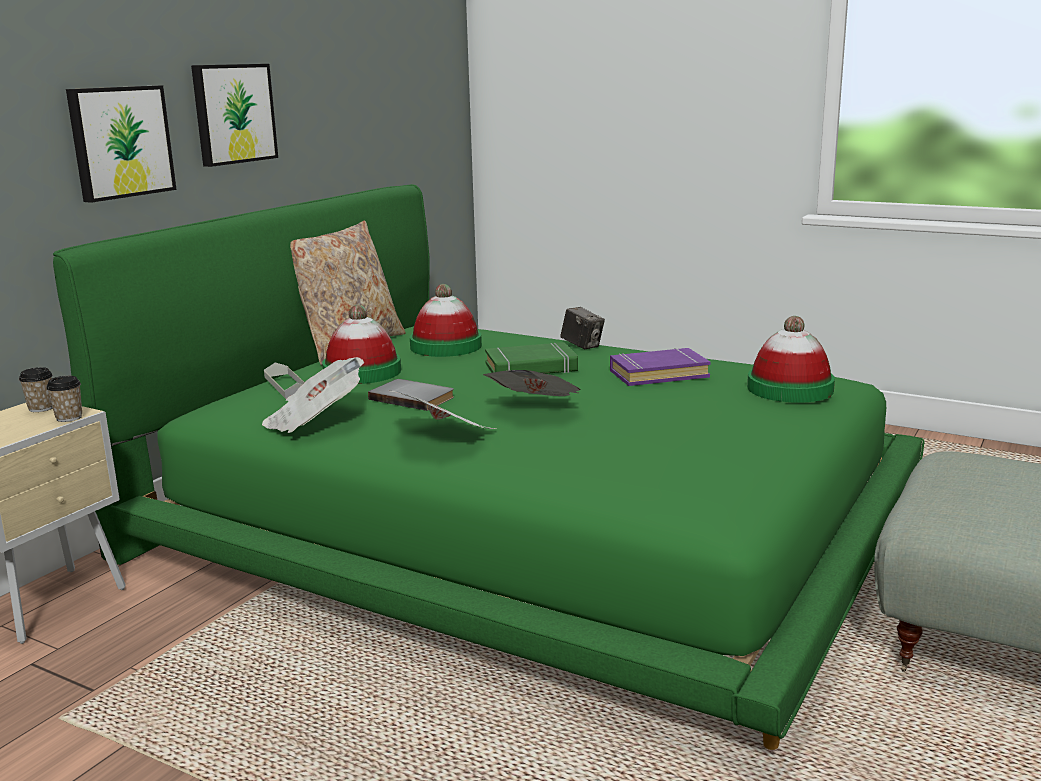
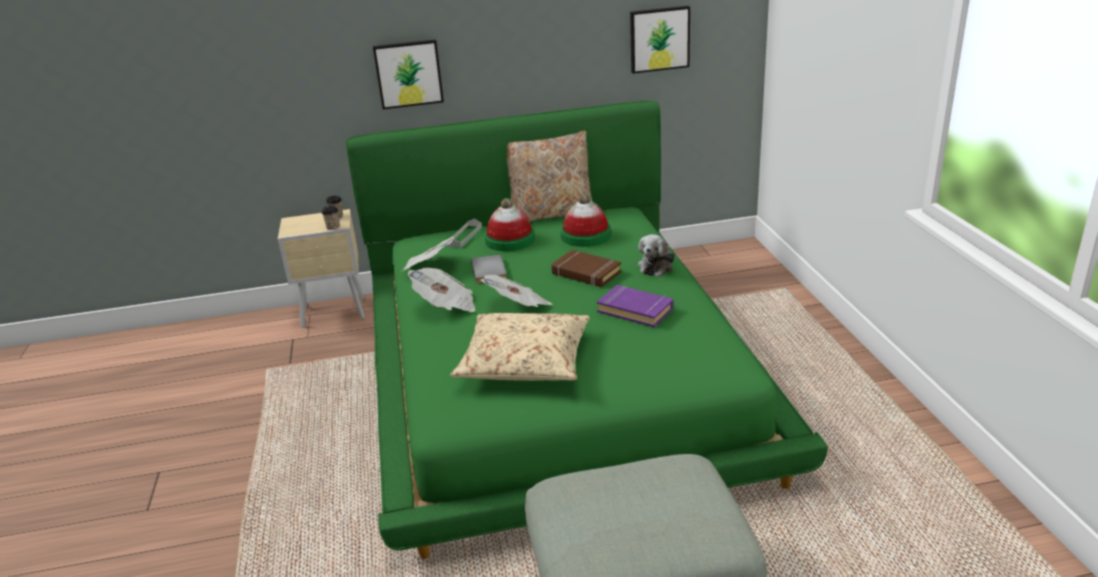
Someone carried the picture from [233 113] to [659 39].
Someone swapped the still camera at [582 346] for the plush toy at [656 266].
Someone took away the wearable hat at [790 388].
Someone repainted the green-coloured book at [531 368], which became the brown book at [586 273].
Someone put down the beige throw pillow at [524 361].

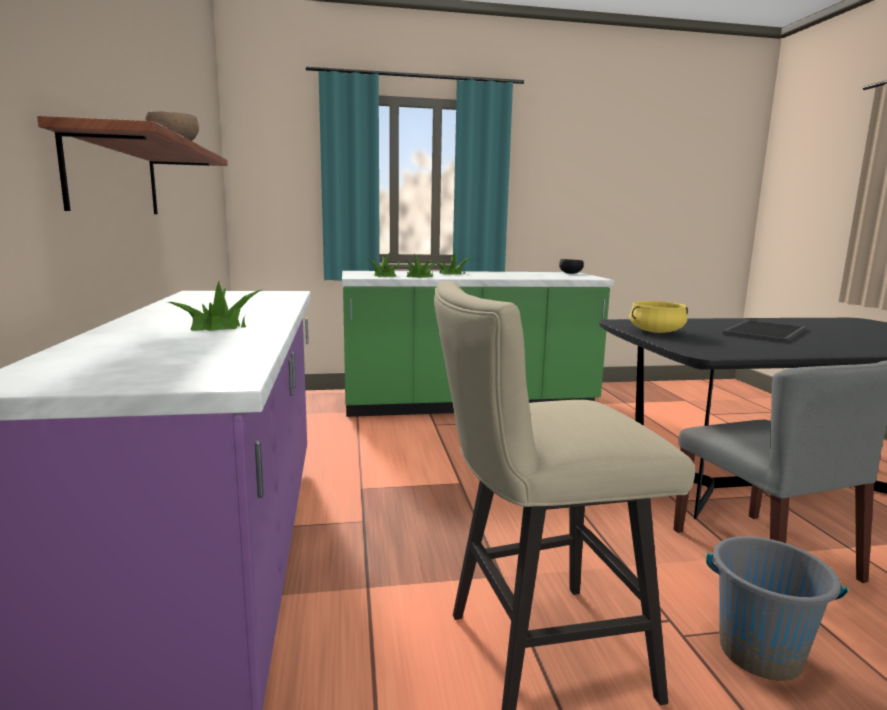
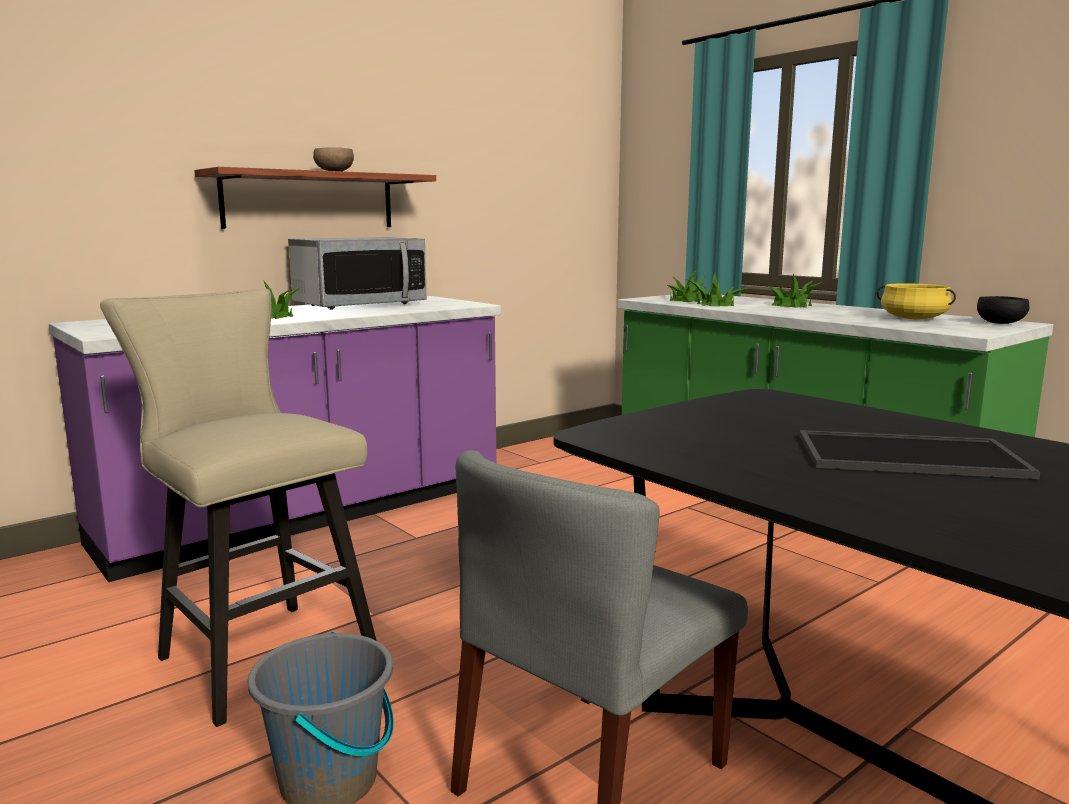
Someone carried the yellowish stockpot from [656 332] to [913 319].
Someone put down the microwave oven at [360 304].

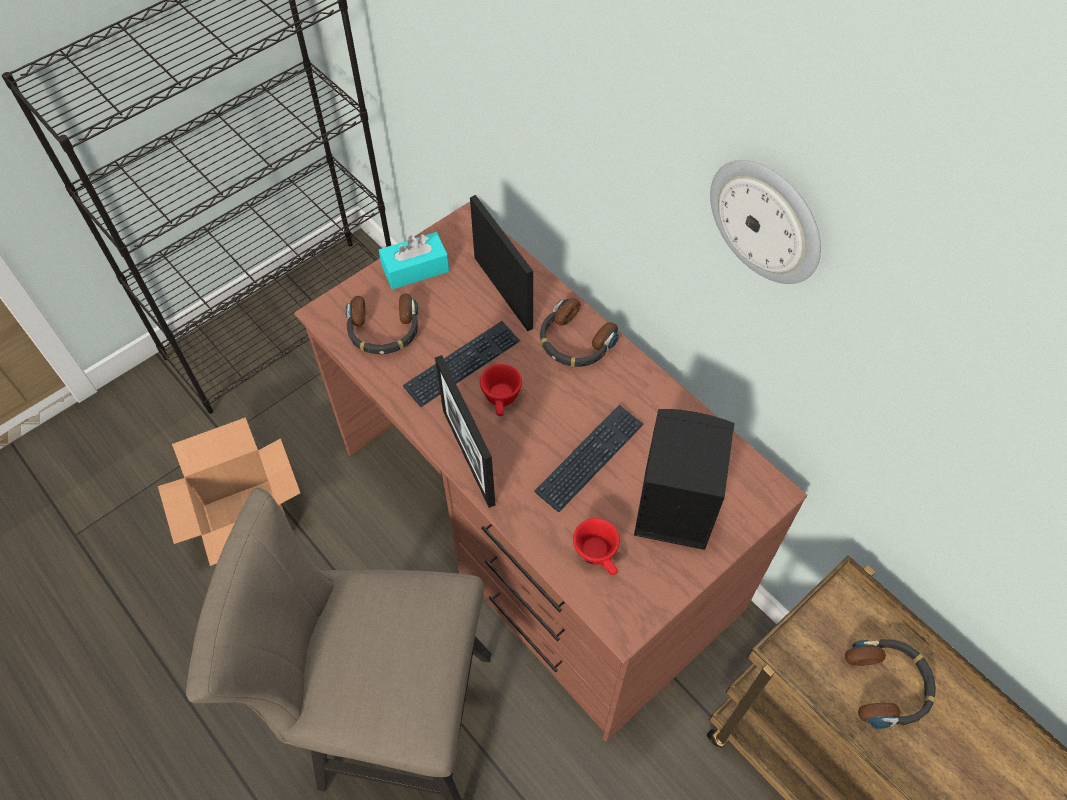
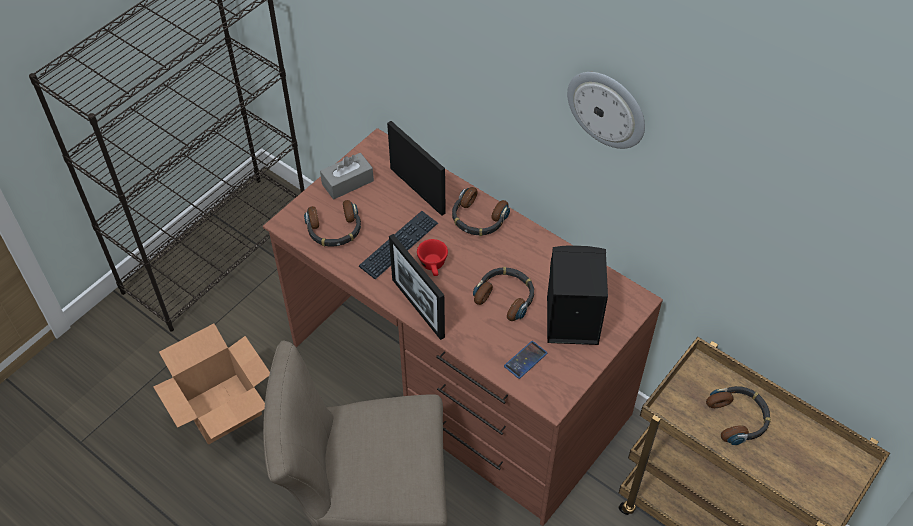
Someone repainted the blue-green tissue box at [415 269], which became the gray tissue box at [347 182].
Someone swapped the keyboard at [590 458] for the headphones at [506 296].
Someone swapped the red cup at [599 556] for the handset at [525 360].

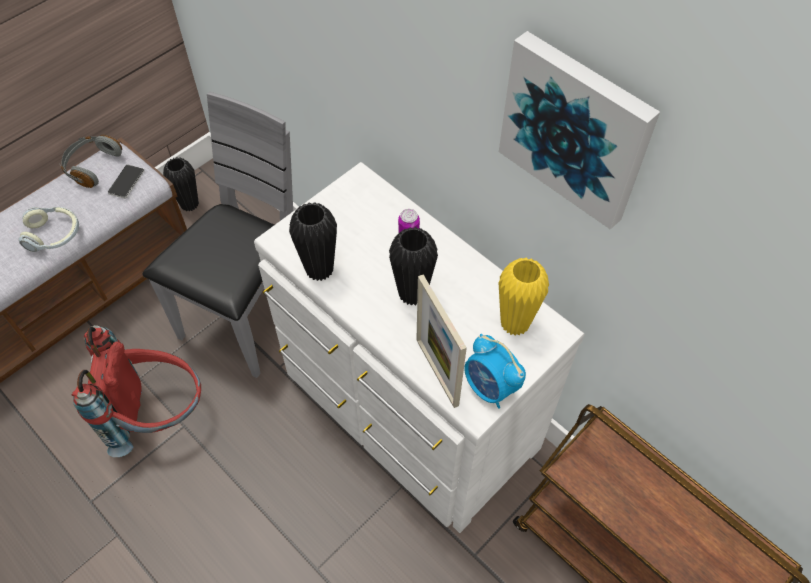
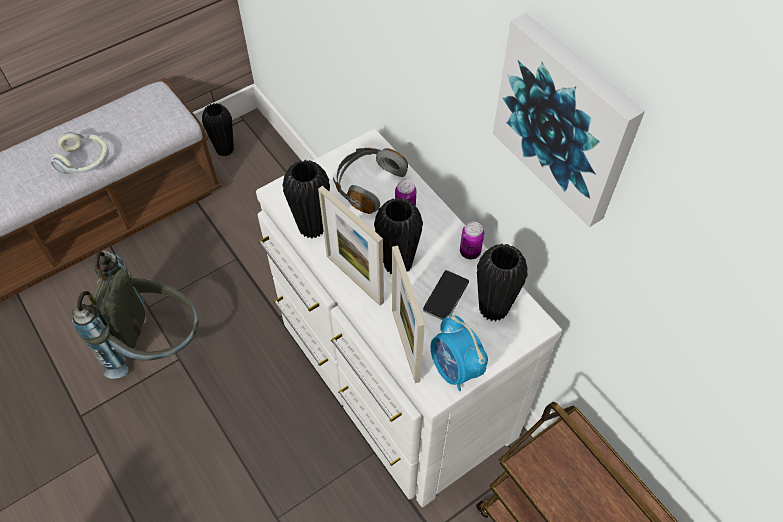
Someone took away the gray plain chair at [249 314].
Someone carried the gray headphones from [91 166] to [367 184].
Someone carried the handset from [126 182] to [446 296].
Someone repainted the yellowish vase at [515 323], which became the black-coloured vase at [493 309].
Someone repainted the red knapsack at [158 415], which became the gray knapsack at [157 345].
Someone put down the picture frame at [354 279].
Someone put down the sealed can at [470 252].

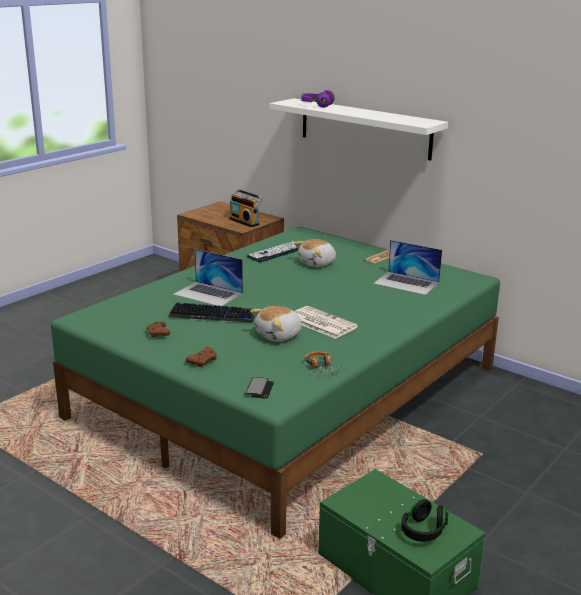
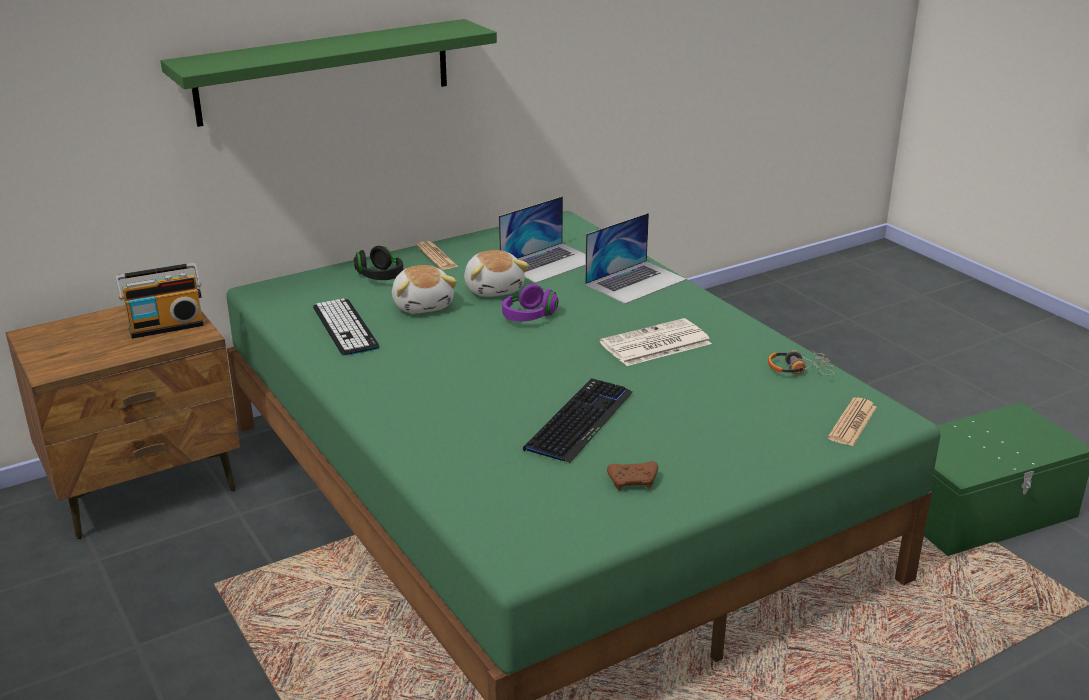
Someone carried the purple headphones from [317 105] to [529 317].
Someone repainted the white-coloured bracket shelf at [365 128], which became the green-coloured bracket shelf at [324 71].
Someone carried the laptop from [208 294] to [636 281].
Someone carried the plush toy from [279 335] to [494 289].
Someone took away the brown gamepad at [203 361].
Someone swapped the handset at [259 389] for the newspaper at [852 423].
Someone carried the black-coloured headphones from [423 531] to [379 276].

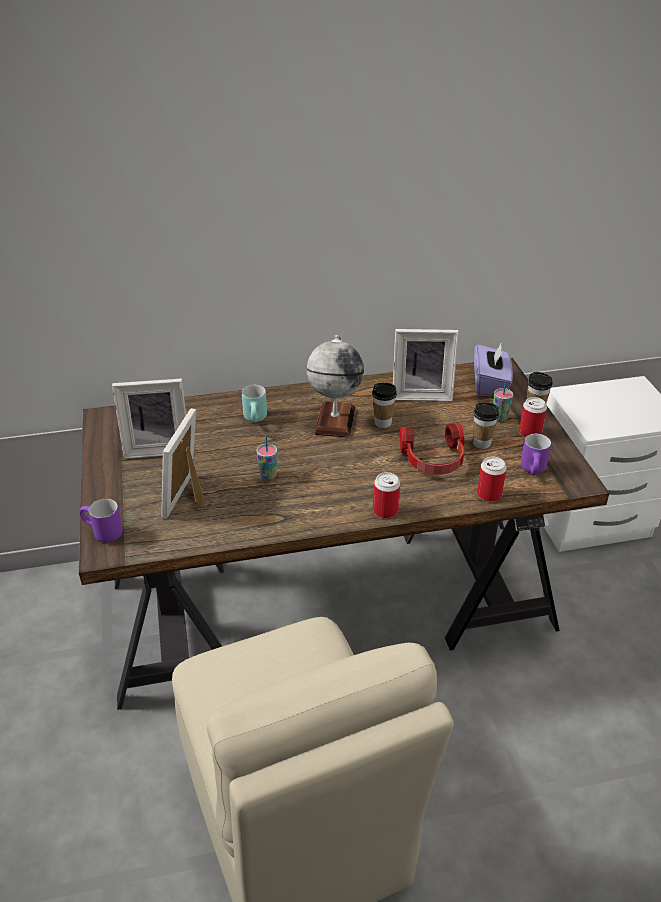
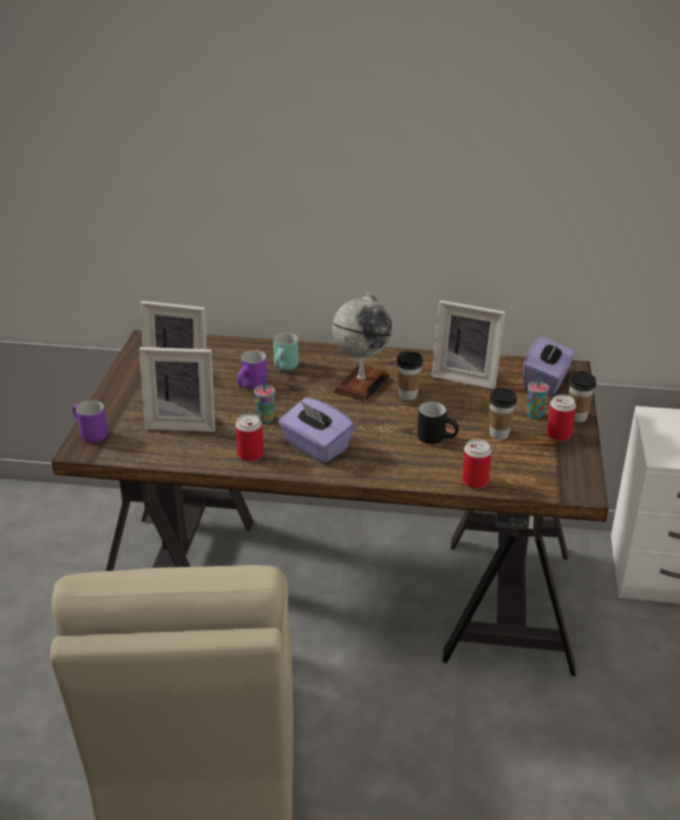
Someone rotated the picture frame at [190 497] by 120 degrees counterclockwise.
Someone swapped the headphones at [433 460] for the black-coloured mug at [437 438].
Someone carried the purple mug from [534 471] to [252 387].
Someone carried the sealed can from [385 511] to [250 455].
Someone put down the purple tissue box at [315 447].

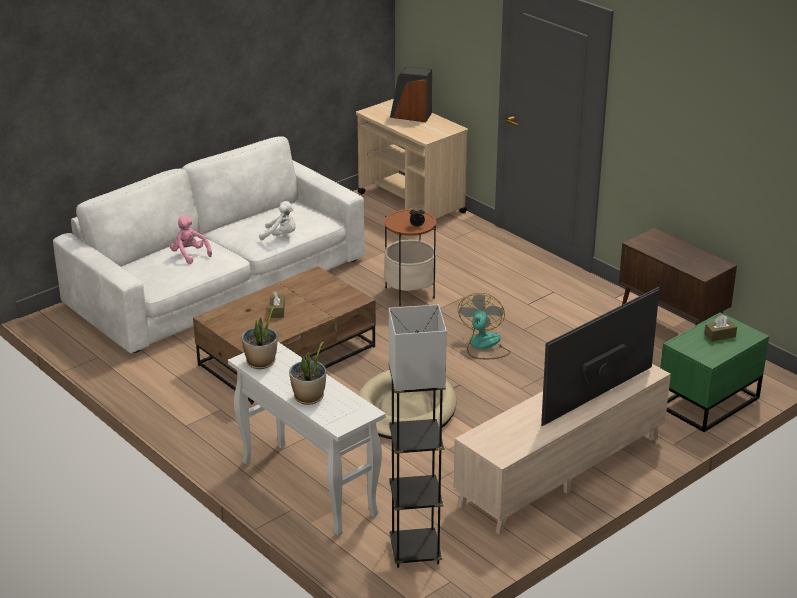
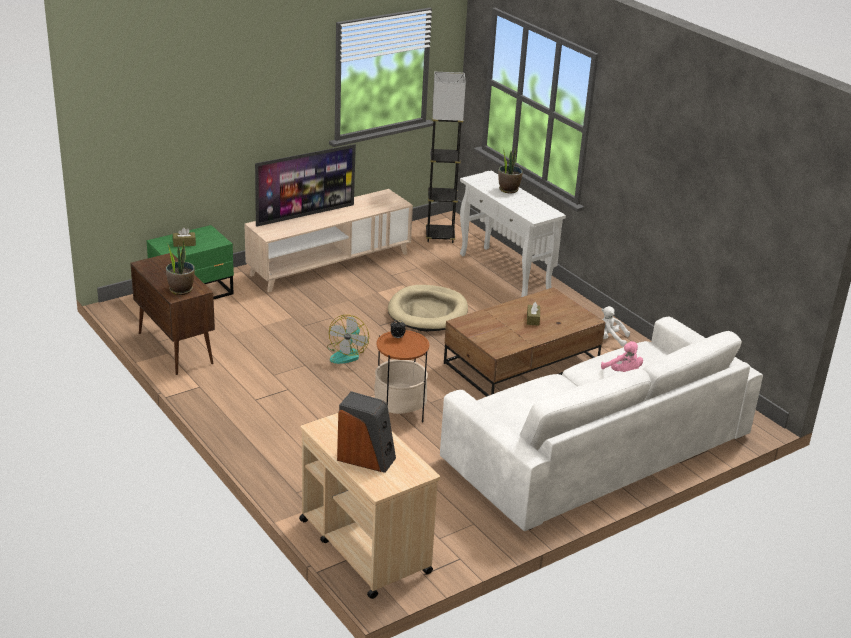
Someone carried the white-coloured plush toy from [281 236] to [610 339].
Someone carried the houseplant from [261 363] to [181 289].

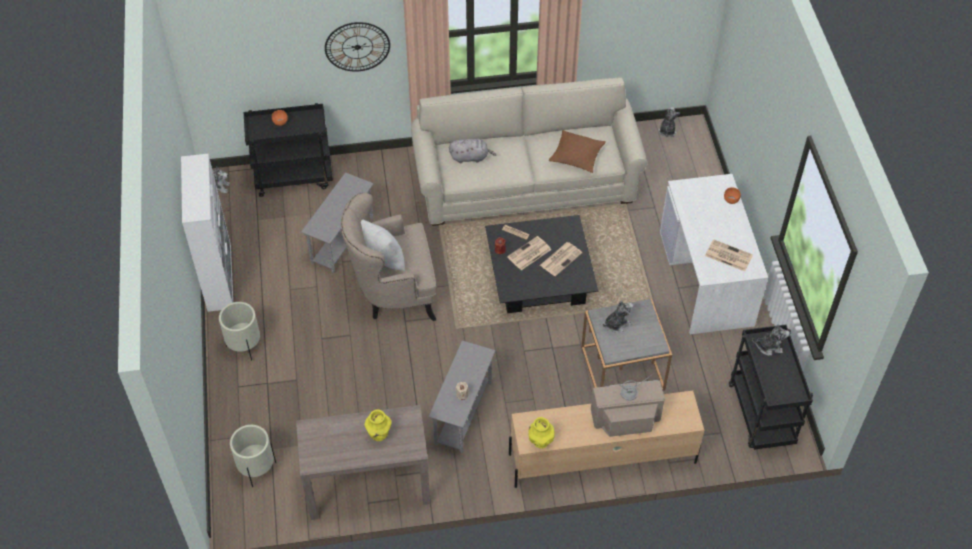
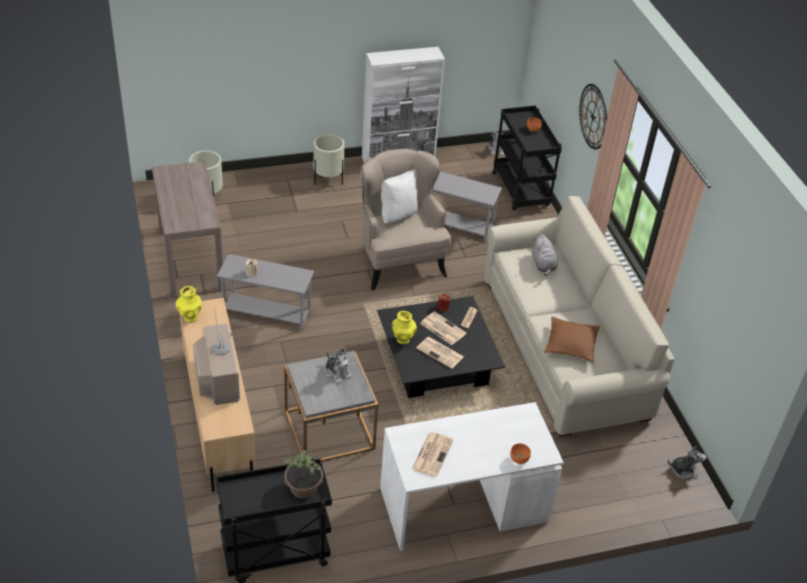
Someone swapped the plush toy at [769 346] for the houseplant at [303 487].
Someone carried the yellowish vase from [379 435] to [402 340].

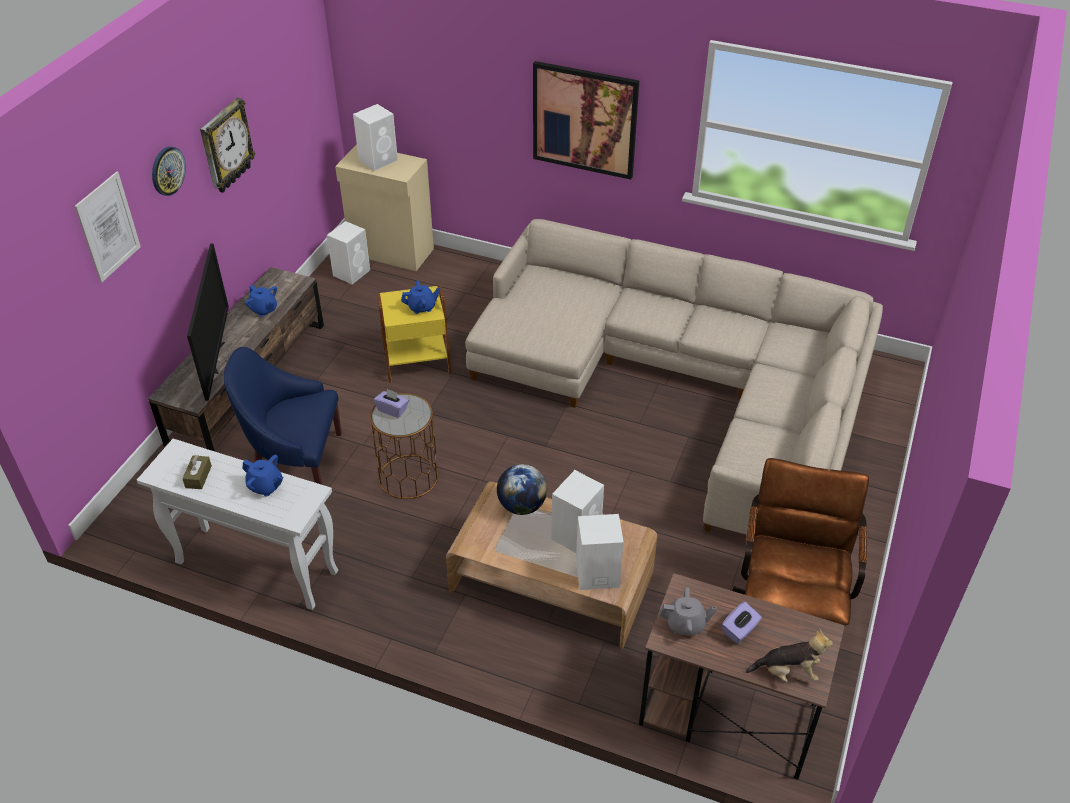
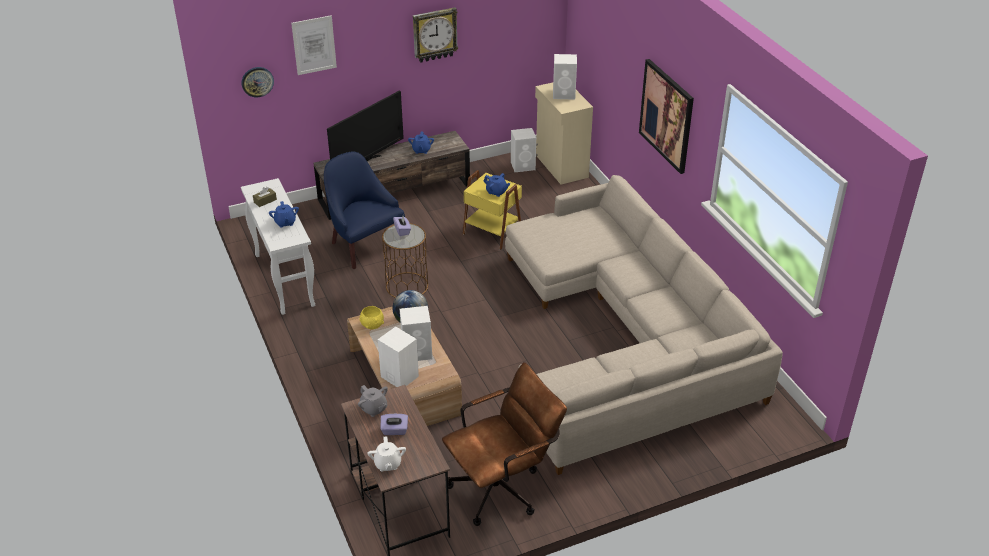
Someone carried the hanging clock from [167 171] to [257 81].
Someone swapped the plush toy at [788 672] for the white-coloured tea pot at [387 464].
Someone put down the yellowish serving bowl at [372 325].

